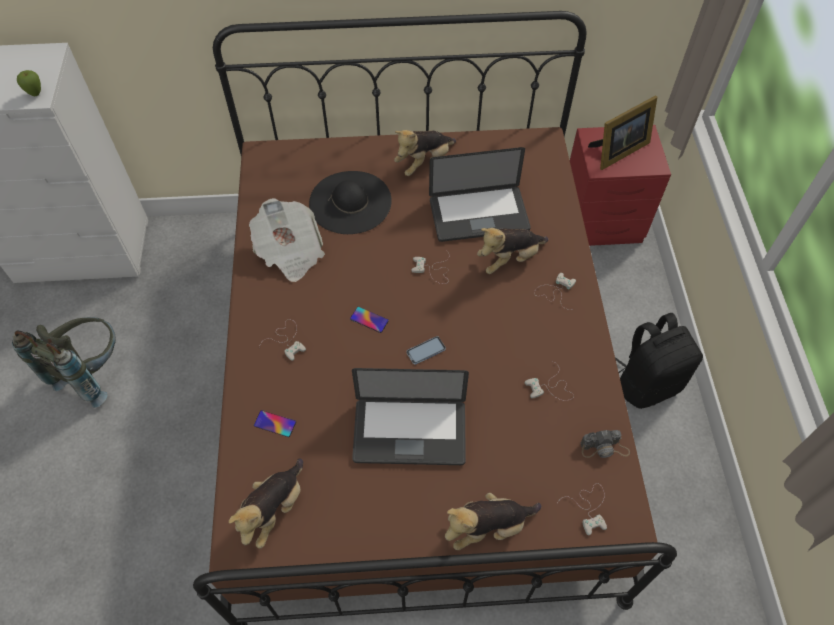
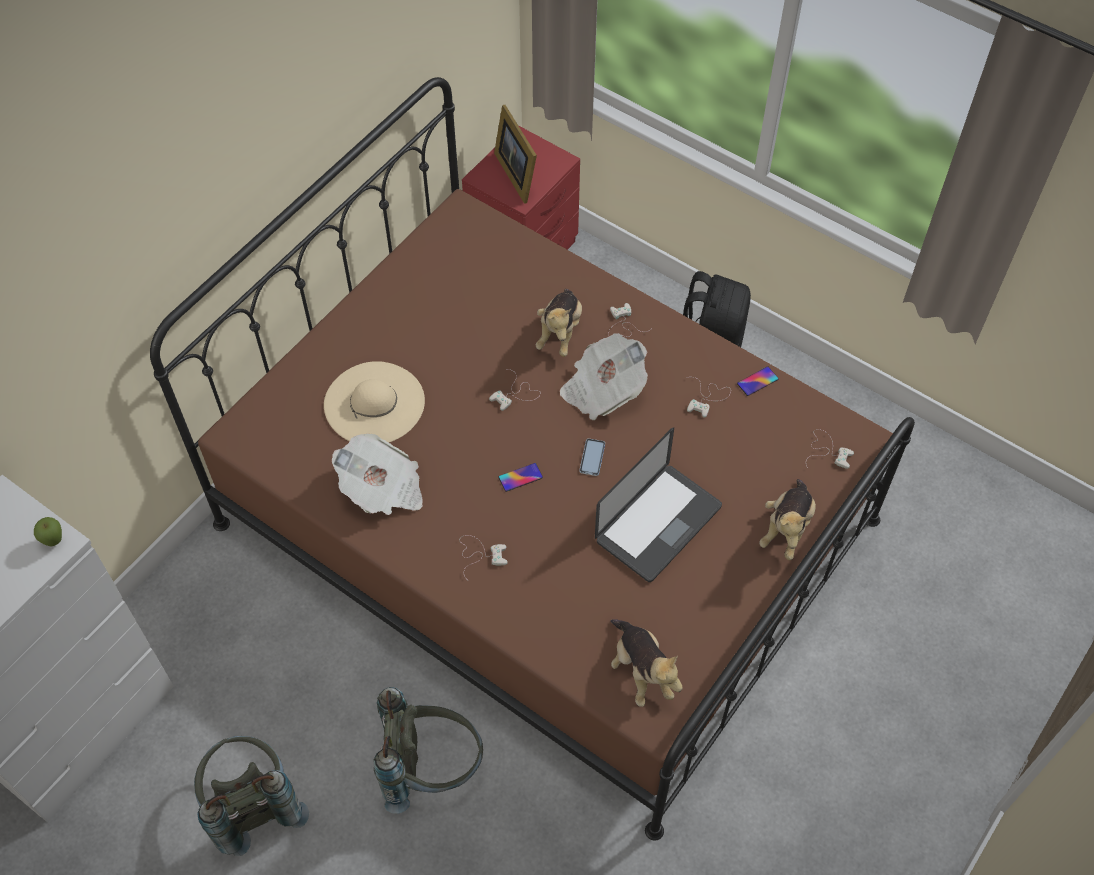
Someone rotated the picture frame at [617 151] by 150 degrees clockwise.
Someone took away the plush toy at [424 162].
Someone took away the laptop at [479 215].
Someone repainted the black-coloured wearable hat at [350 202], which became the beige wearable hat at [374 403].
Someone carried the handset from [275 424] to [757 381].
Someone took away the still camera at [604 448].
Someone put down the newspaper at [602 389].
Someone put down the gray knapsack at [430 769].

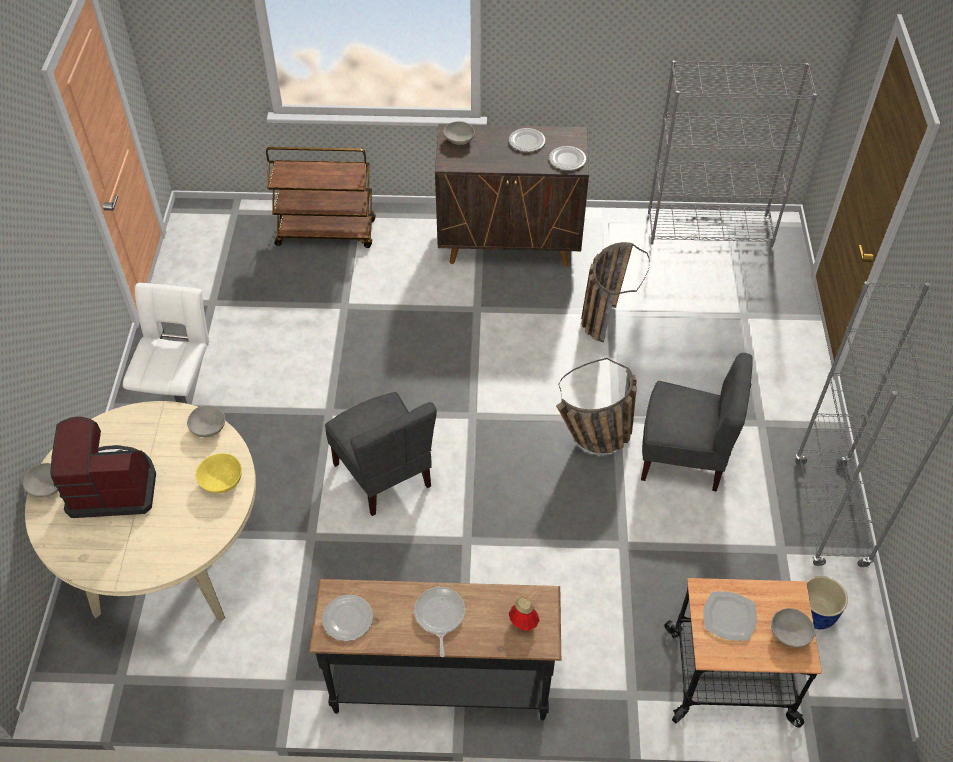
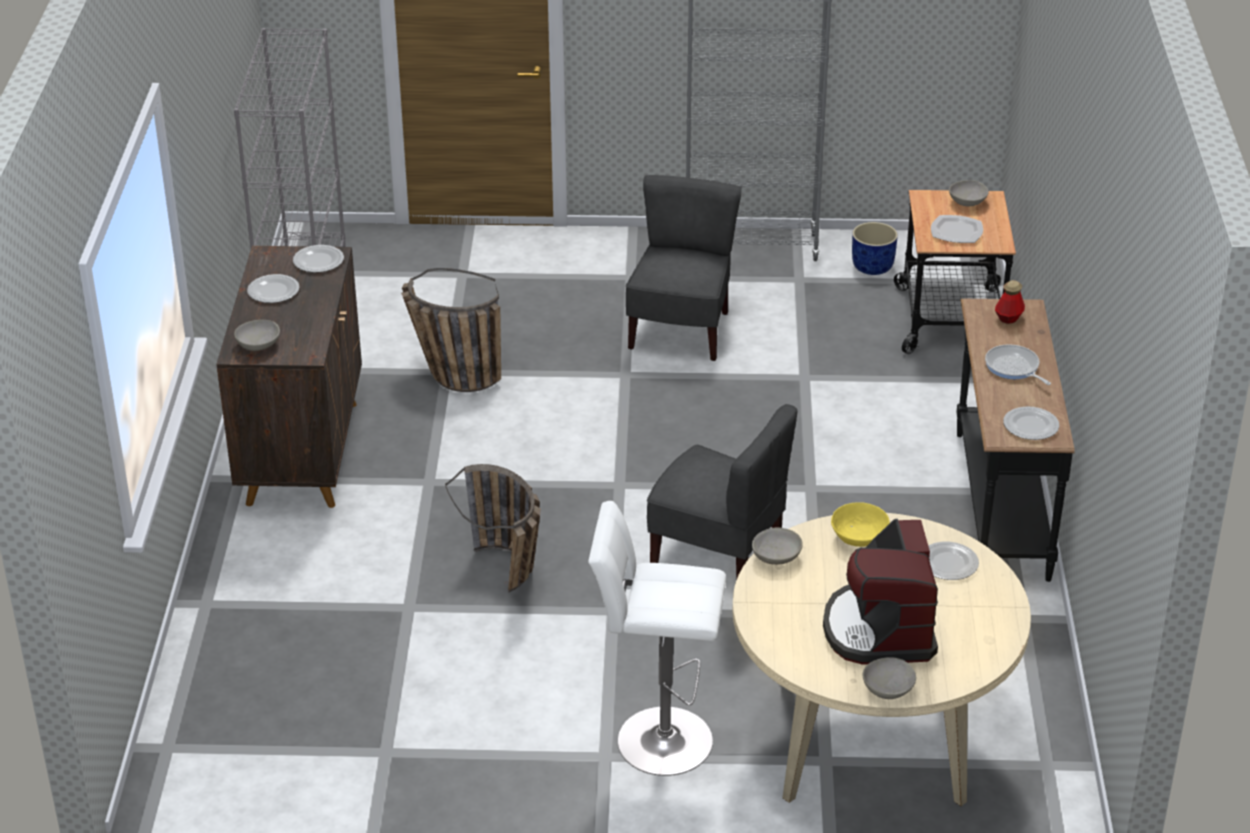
Someone took away the brown trolley at [327 232].
Someone carried the basket from [594 442] to [509 577].
Someone rotated the gray plain chair at [384 475] by 60 degrees clockwise.
Someone rotated the frying pan at [439 616] by 60 degrees clockwise.
Someone put down the flat dish at [949 564].

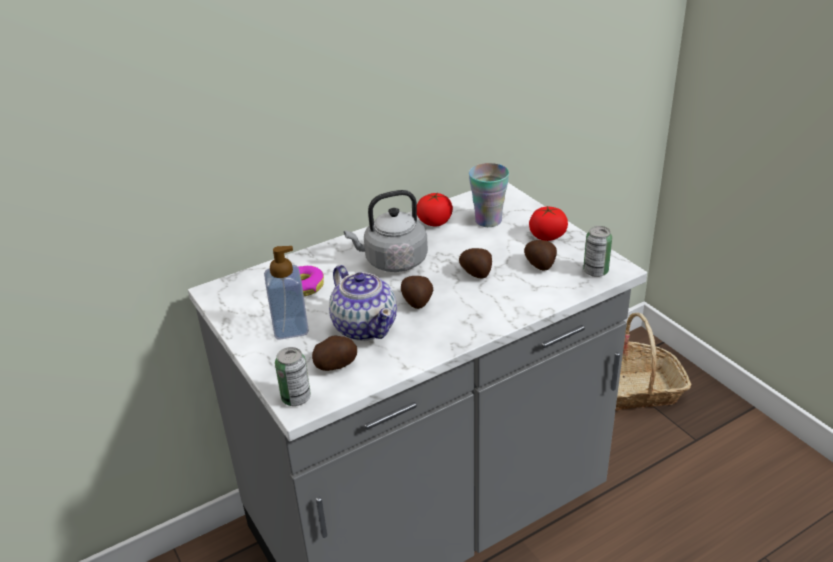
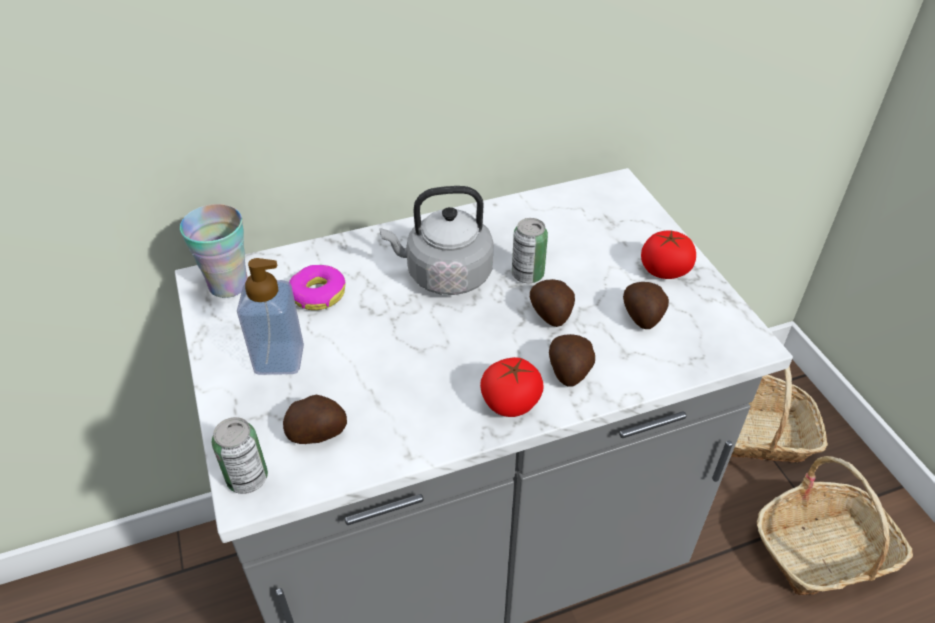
Someone carried the cup from [488 220] to [228 285].
Someone carried the tomato from [434 222] to [511 402].
Someone carried the sealed can from [595 271] to [527 274].
Someone took away the tea pot at [365 326].
Someone carried the whole potato from [417 302] to [569 372].
Someone put down the basket at [823 551].

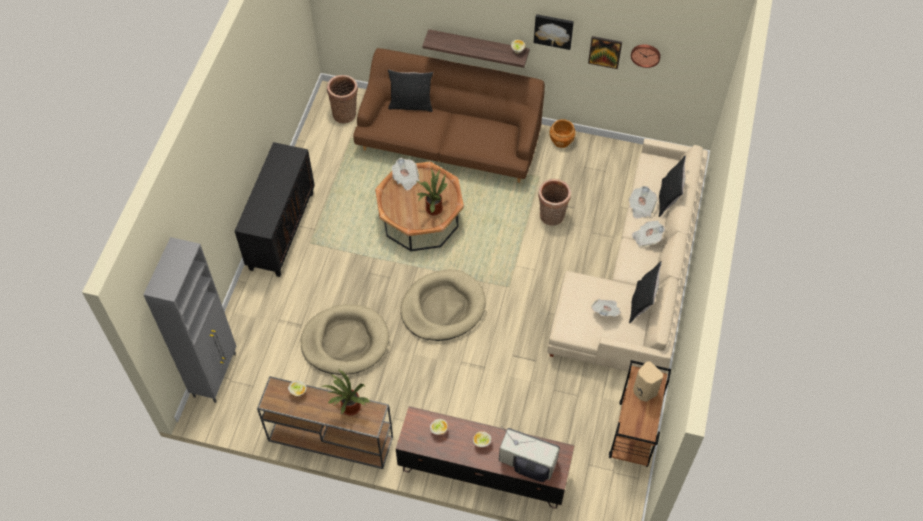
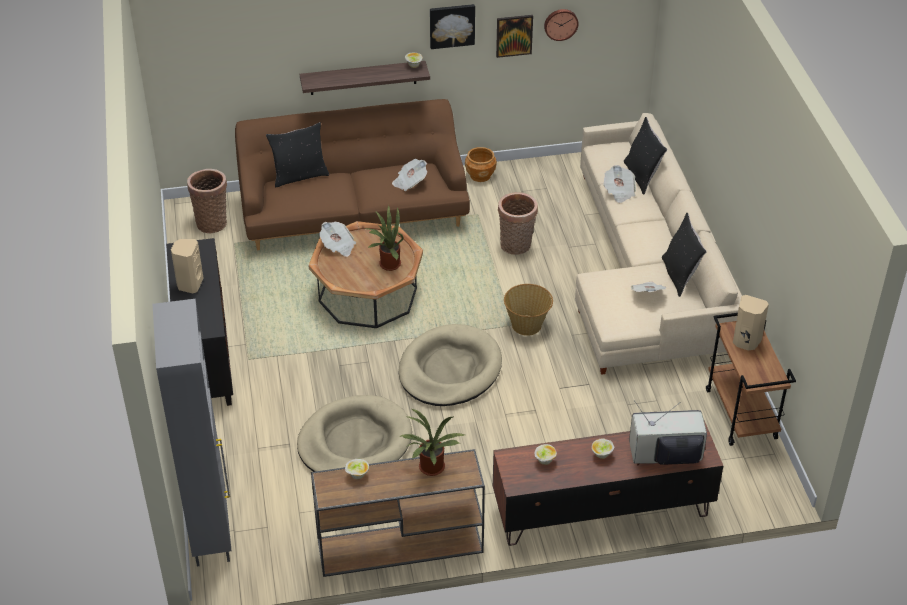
Someone carried the newspaper from [646 238] to [409 182].
Someone put down the beige speaker at [189 284].
Someone put down the basket at [527 325].

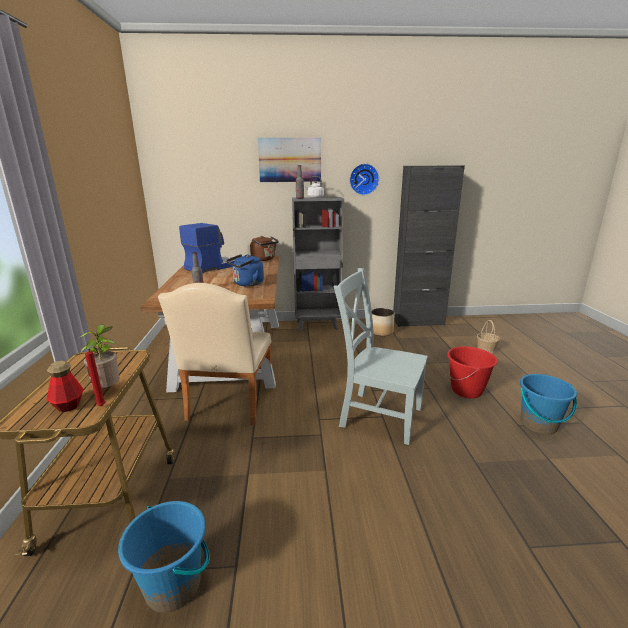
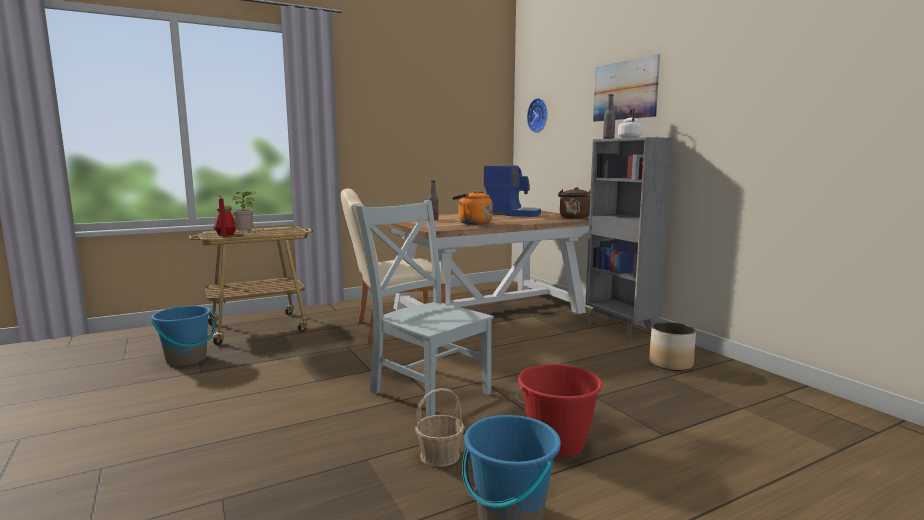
Someone carried the hanging clock from [363 179] to [539 115].
Someone took away the black-coloured cabinet at [418 322].
Someone repainted the blue tea kettle at [247 284], which became the orange-coloured tea kettle at [472 223].
Someone rotated the gray plain chair at [377 415] by 45 degrees counterclockwise.
Someone carried the basket from [486 349] to [440 455].

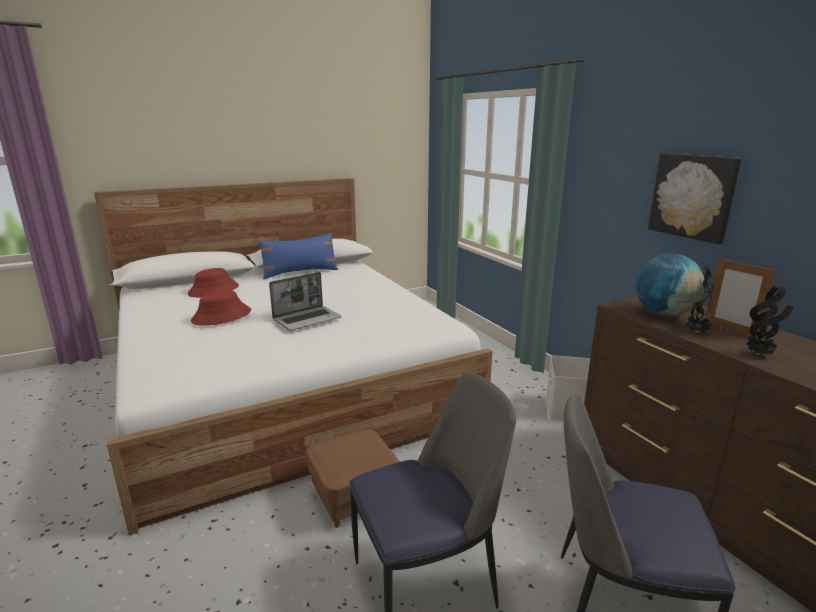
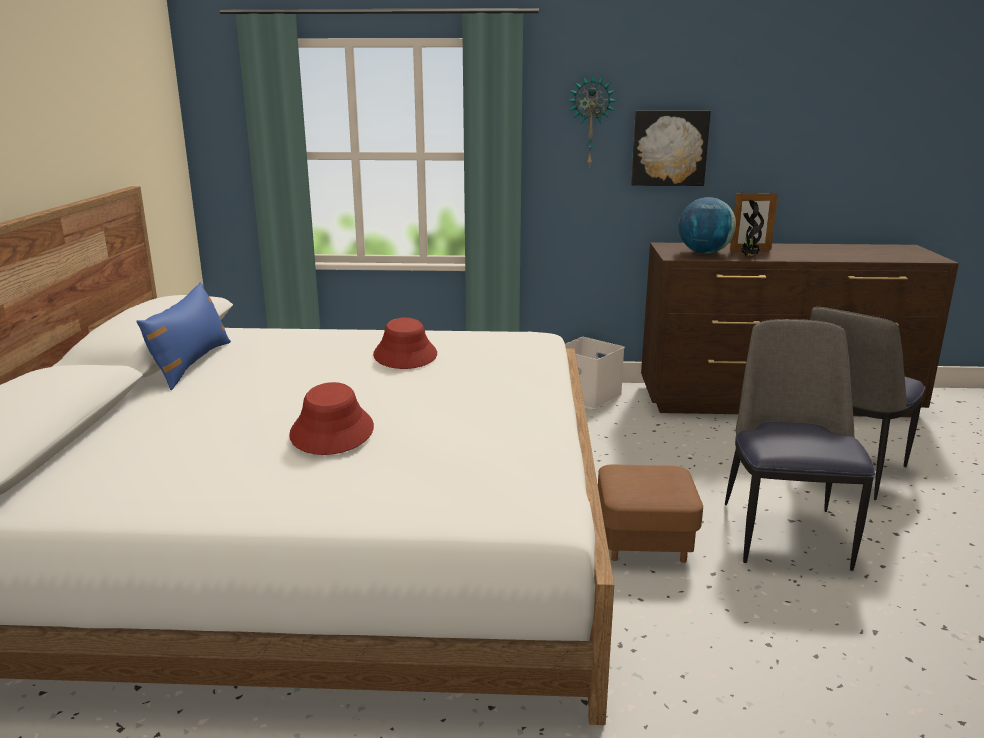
Someone carried the red wearable hat from [214 290] to [405 355].
Someone took away the laptop at [307 319].
Someone took away the houseplant at [759 354].
Someone put up the hanging clock at [590 121].

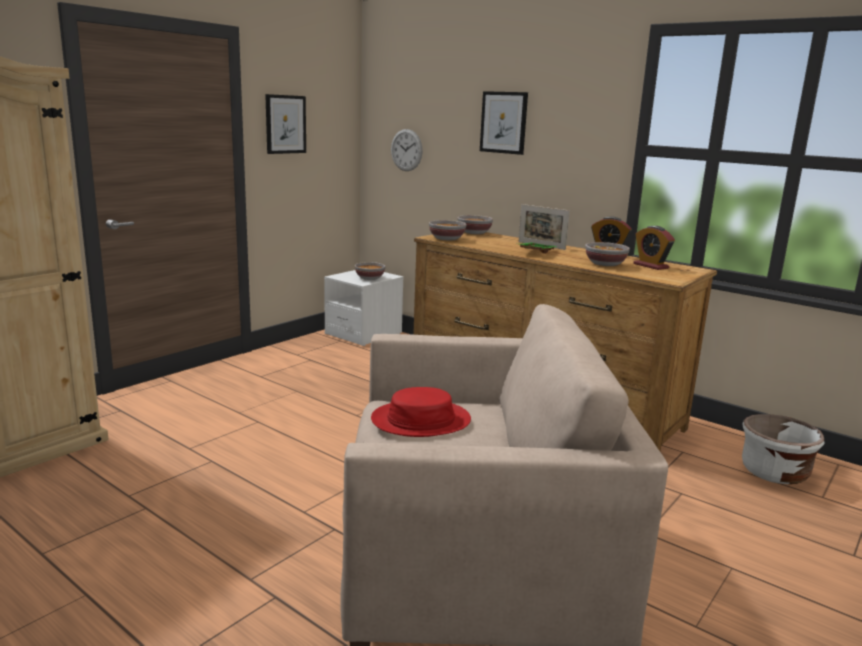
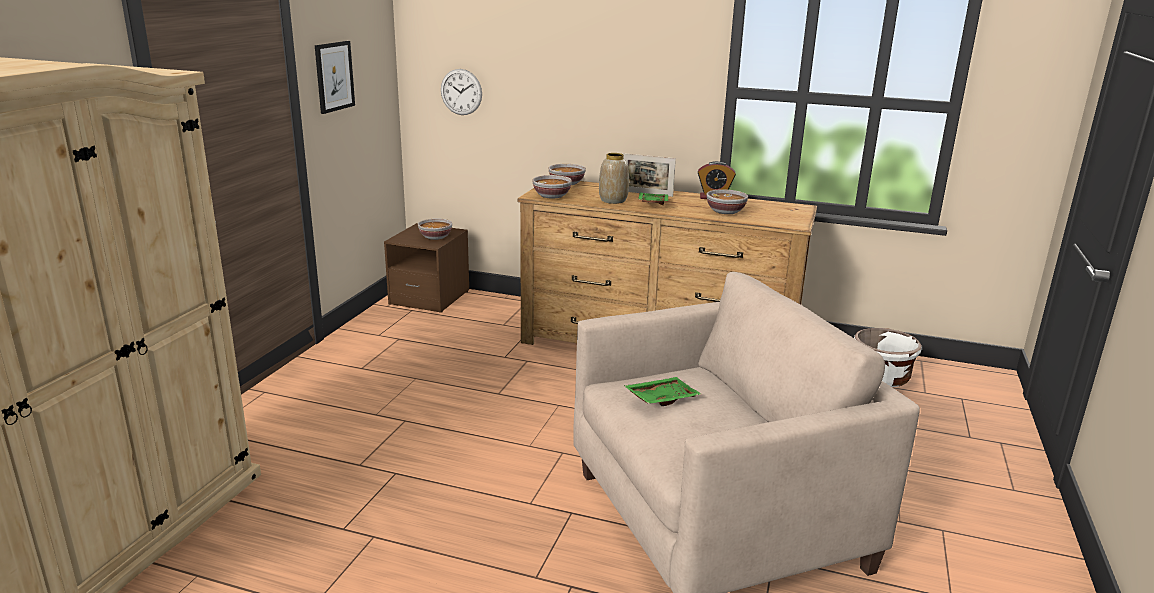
Someone took away the picture at [503 122].
Someone took away the table clock at [650 266].
Someone repainted the white-coloured bedside table at [363 334], which became the brown bedside table at [430 298].
Someone swapped the red wearable hat at [421 420] for the green-coloured carrying tray at [661 398].
Someone put down the vase at [613 200].

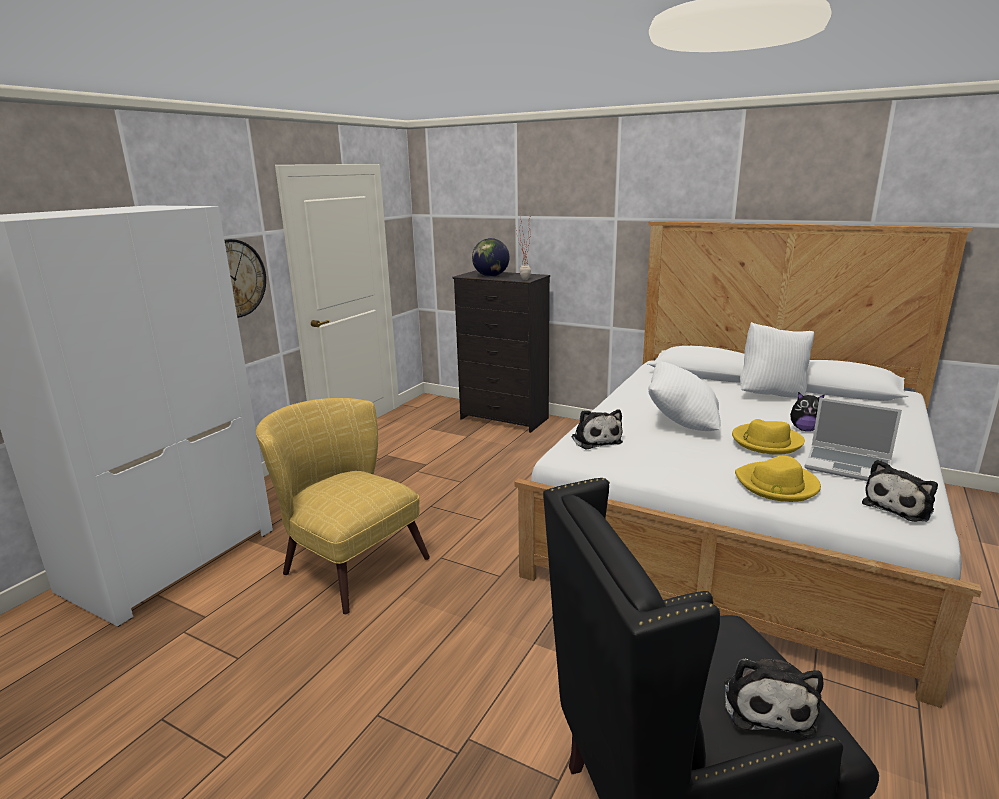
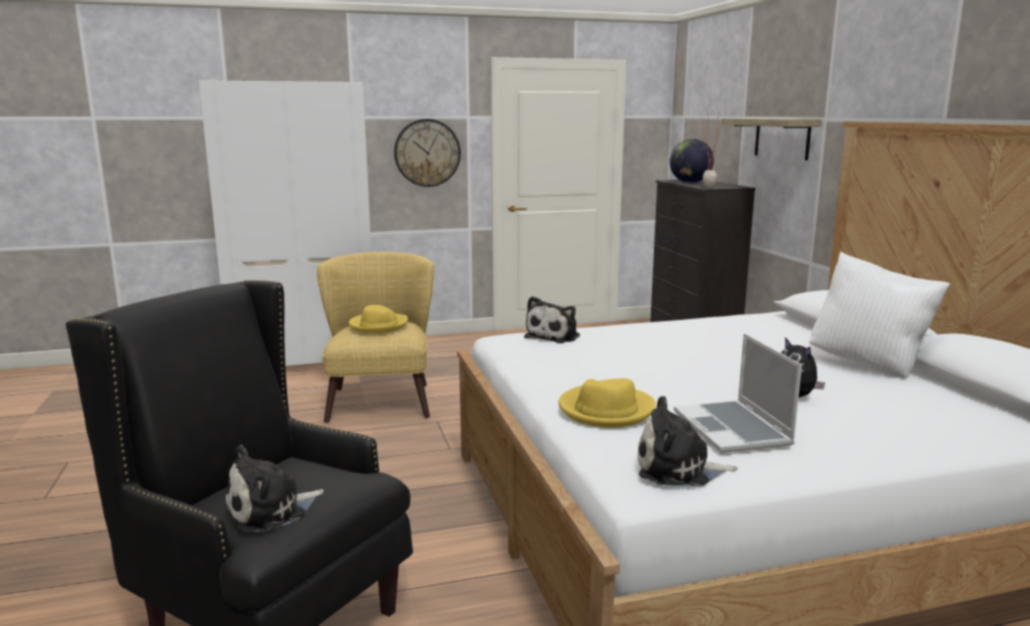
Someone took away the white-coloured throw pillow at [682 423].
Someone carried the yellowish wearable hat from [766 441] to [378 325].
Someone put up the bracket shelf at [782 138].

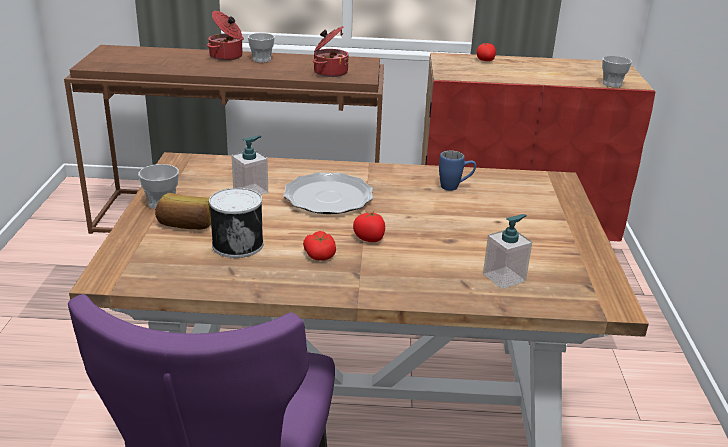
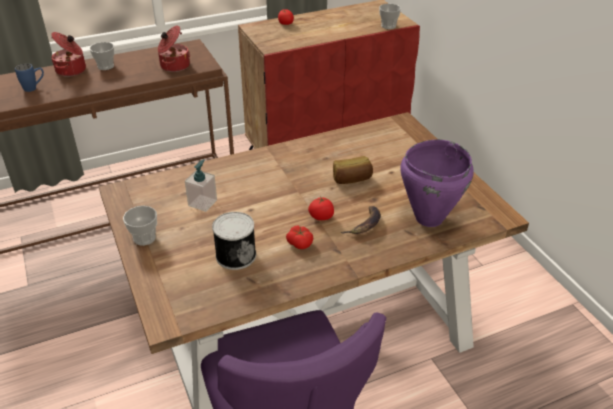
Someone carried the blue mug from [455 187] to [34 88].
Someone took away the flat dish at [328 197].
Someone carried the bakery bread from [186 225] to [352 179].
Someone swapped the soap dispenser at [504 277] for the purple stockpot at [428 218].
Someone put down the banana at [365 225].

